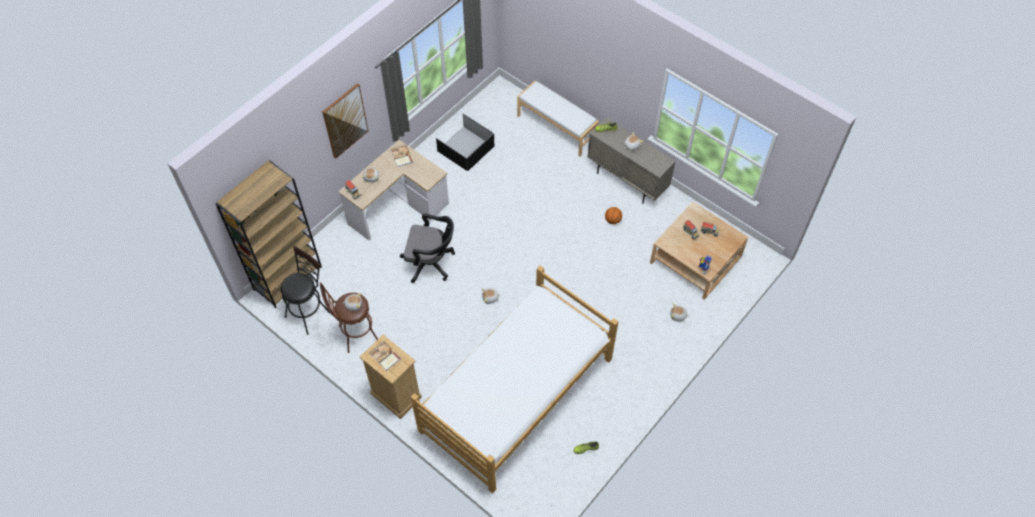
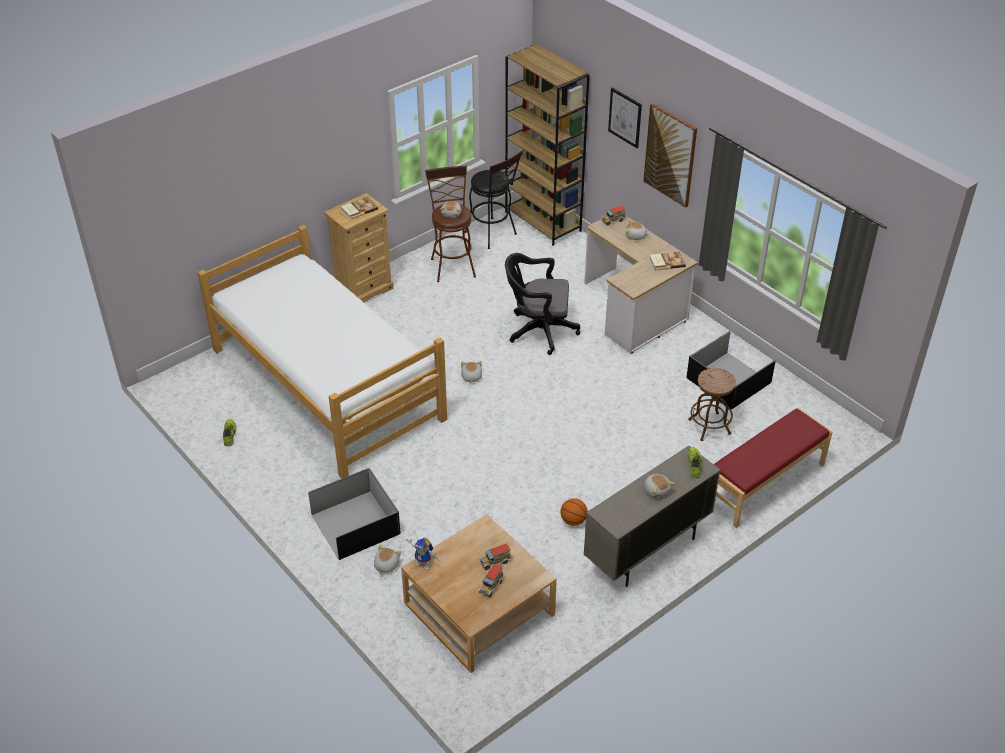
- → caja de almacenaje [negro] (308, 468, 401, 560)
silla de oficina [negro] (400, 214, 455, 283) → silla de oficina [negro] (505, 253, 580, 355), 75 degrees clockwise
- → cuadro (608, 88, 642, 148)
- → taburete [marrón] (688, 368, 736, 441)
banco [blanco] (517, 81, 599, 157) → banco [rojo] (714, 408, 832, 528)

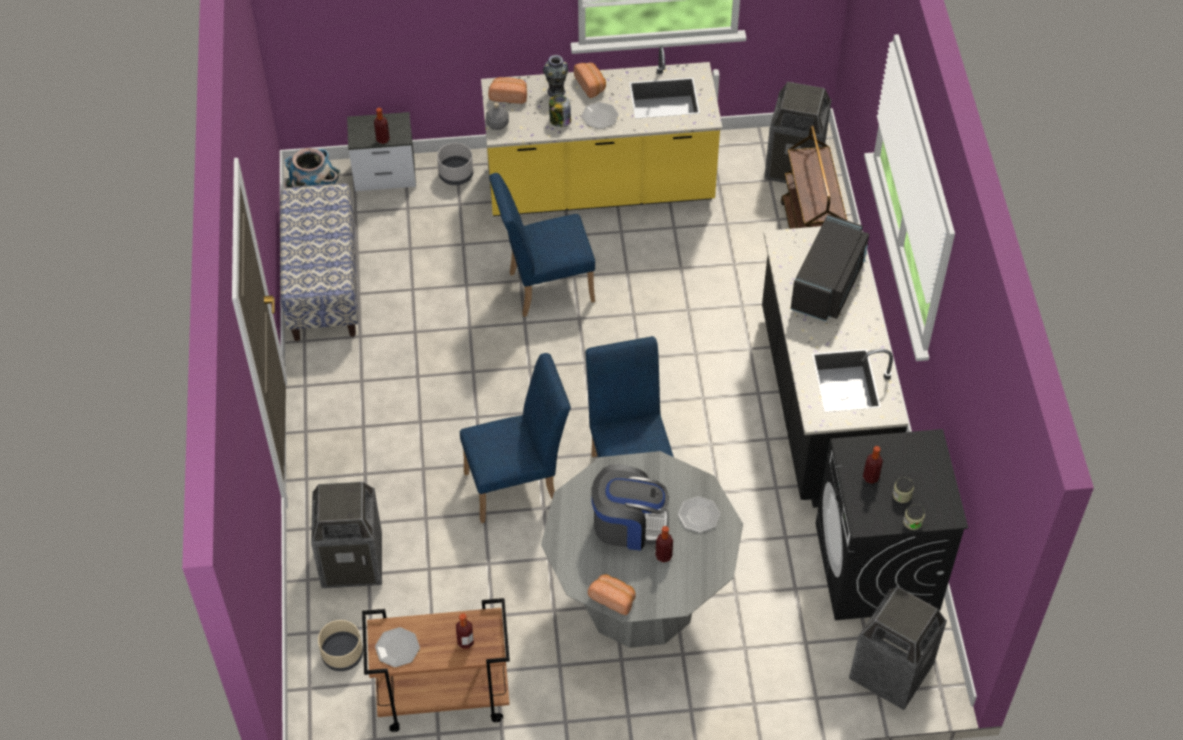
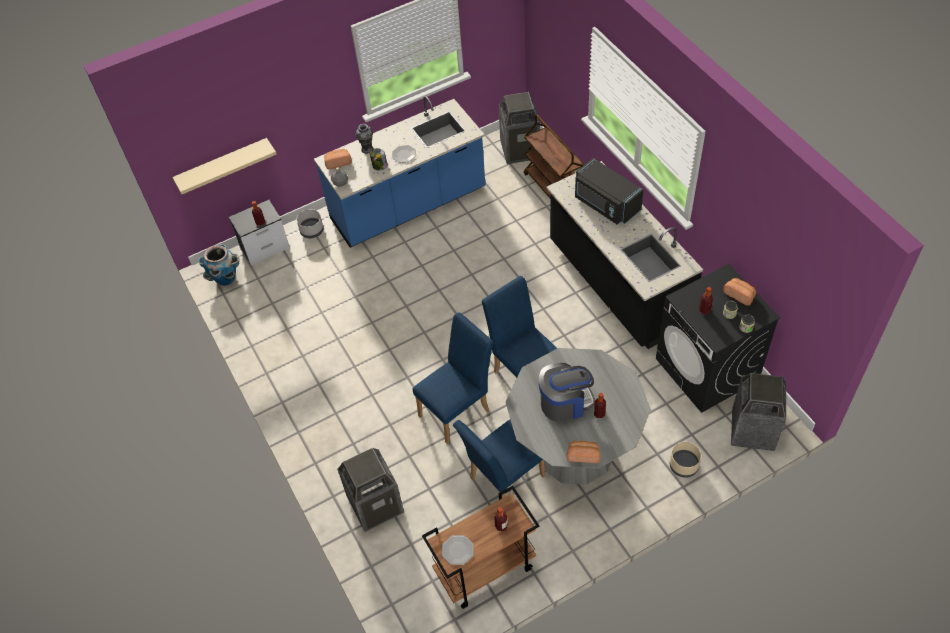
- → estante [beis] (172, 138, 277, 194)
mueble bajo de cocina [amarillo] (481, 46, 722, 216) → mueble bajo de cocina [azul] (314, 96, 485, 248)
silla [azul] (489, 173, 595, 317) → silla [azul] (453, 419, 545, 498), shifted
microondas [negro] (791, 214, 869, 321) → microondas [negro] (575, 158, 644, 224), 135 degrees clockwise
maceta [beis] (318, 620, 363, 671) → maceta [beis] (670, 442, 702, 478), shifted
pan (574, 63, 606, 98) → pan (723, 278, 756, 306), shifted
banco (280, 183, 358, 341) → -
plato (678, 496, 721, 533) → -

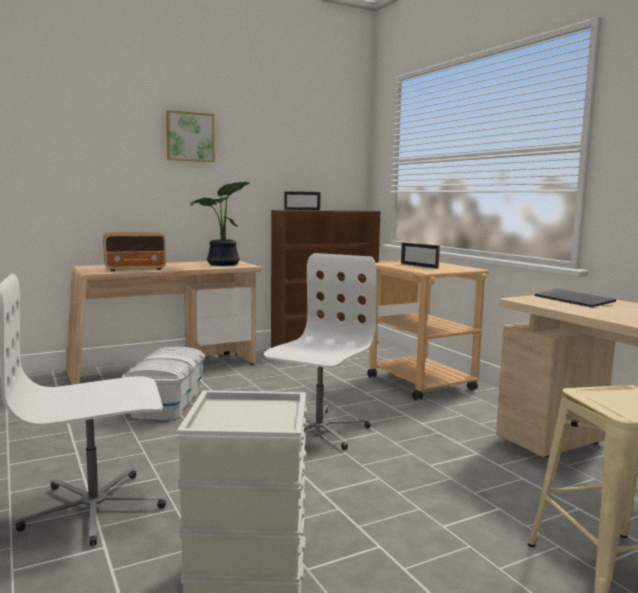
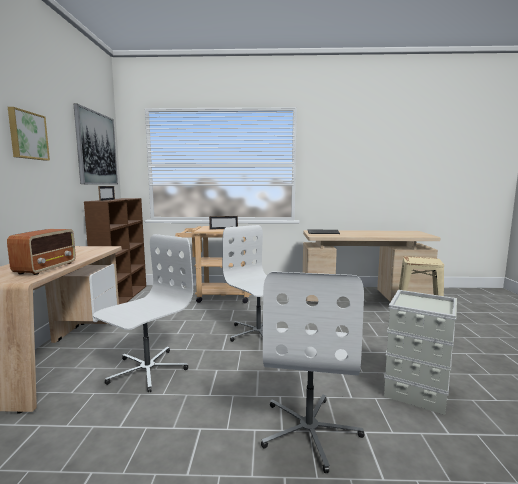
- → cuadro (74, 104, 118, 185)
caja de almacenaje [blanco] (122, 347, 205, 420) → silla de oficina [blanco] (93, 234, 193, 393)
planta en maceta (190, 182, 250, 266) → -

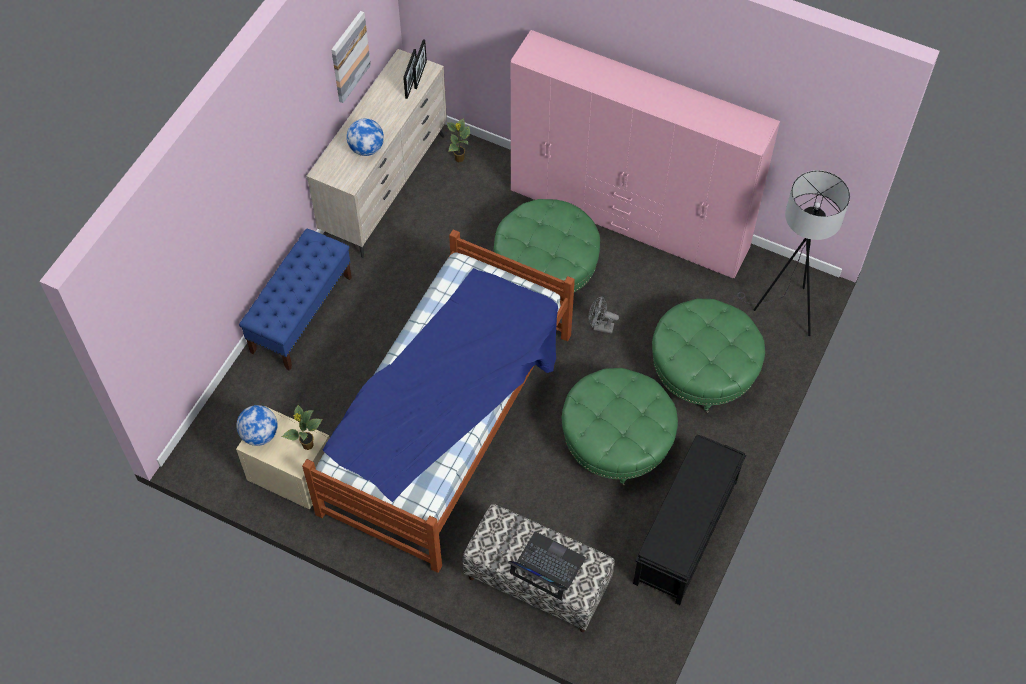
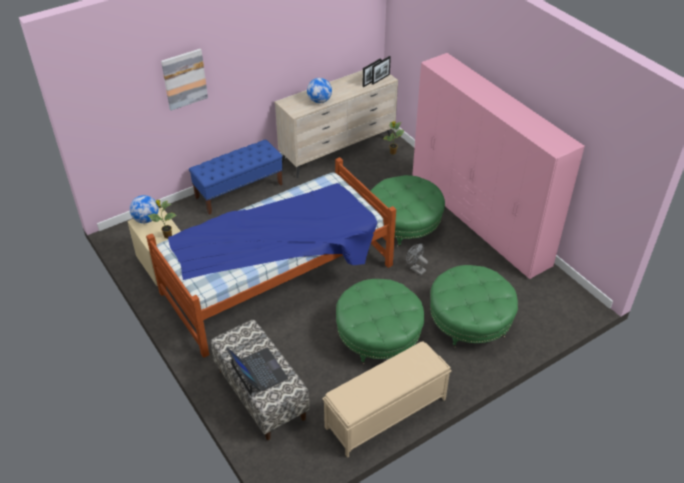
cuadro (331, 11, 371, 103) → cuadro (161, 49, 208, 111), shifted
banco [negro] (633, 435, 746, 605) → banco [beis] (322, 341, 452, 458)
lámpara de pie [gris] (737, 170, 850, 336) → -

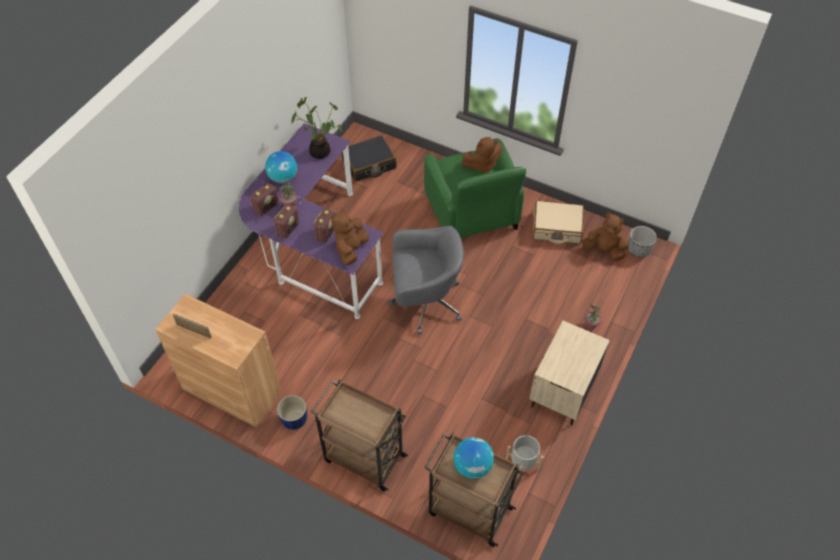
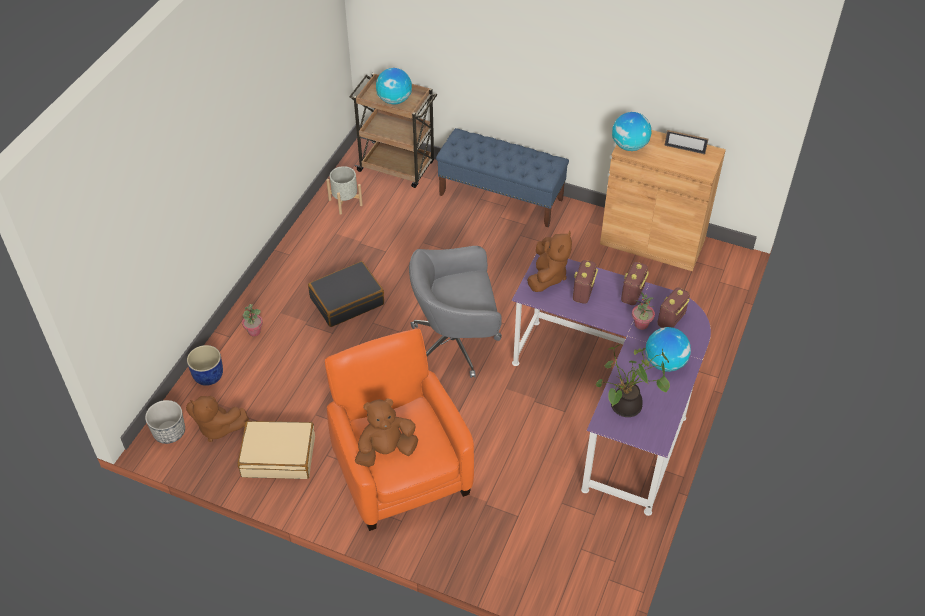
maceta [azul] (277, 395, 307, 430) → maceta [azul] (187, 345, 223, 386), shifted
maleta [negro] (342, 135, 397, 182) → maleta [negro] (308, 261, 384, 327), shifted
sillón [verde] (424, 138, 526, 238) → sillón [naranja] (325, 329, 474, 531)
carrito [marrón] (311, 379, 408, 492) → banco [azul] (436, 128, 569, 227)
- → globo terráqueo (612, 112, 651, 151)
mesita de noche [beis] (529, 321, 610, 425) → -

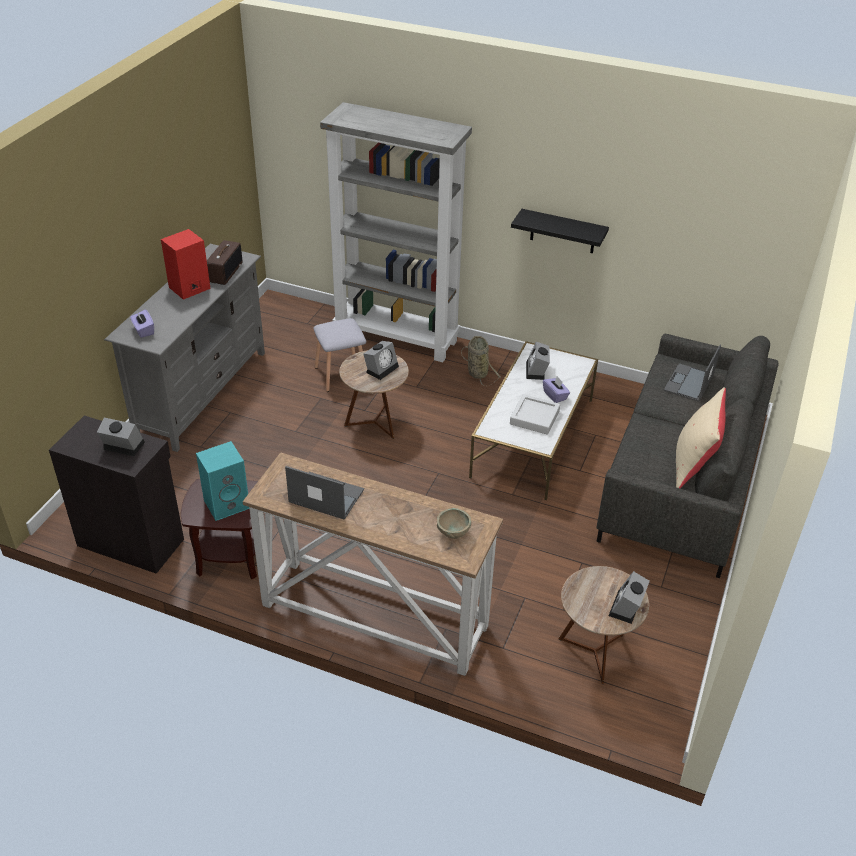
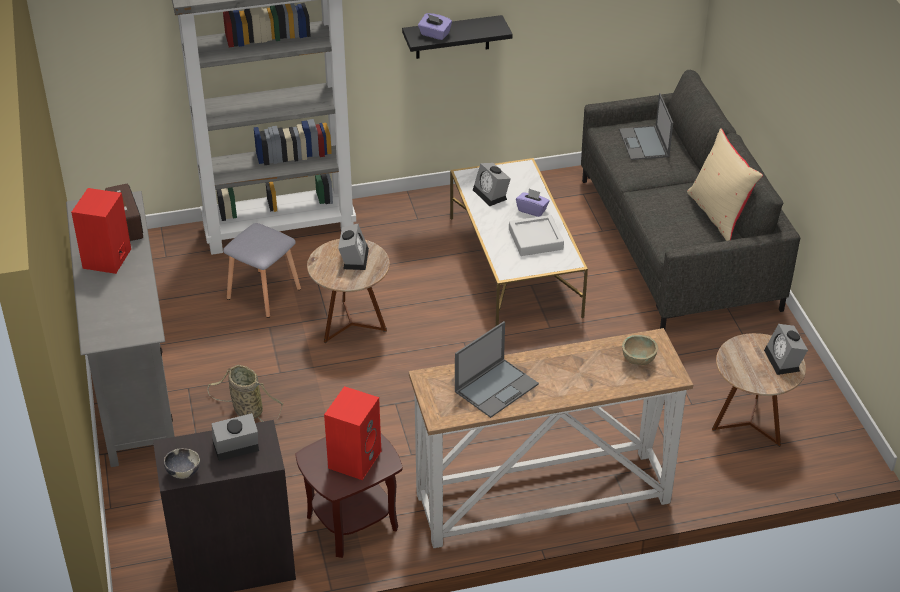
- → cuenco (164, 448, 200, 479)
cesta (461, 336, 501, 386) → cesta (207, 365, 283, 422), shifted
altavoz [turquesa] (196, 441, 249, 521) → altavoz [rojo] (324, 386, 381, 480)
caja de pañuelos [morado] (130, 310, 154, 338) → caja de pañuelos [morado] (418, 13, 452, 40), shifted
portátil (285, 466, 364, 520) → portátil (455, 321, 539, 418), 150 degrees clockwise

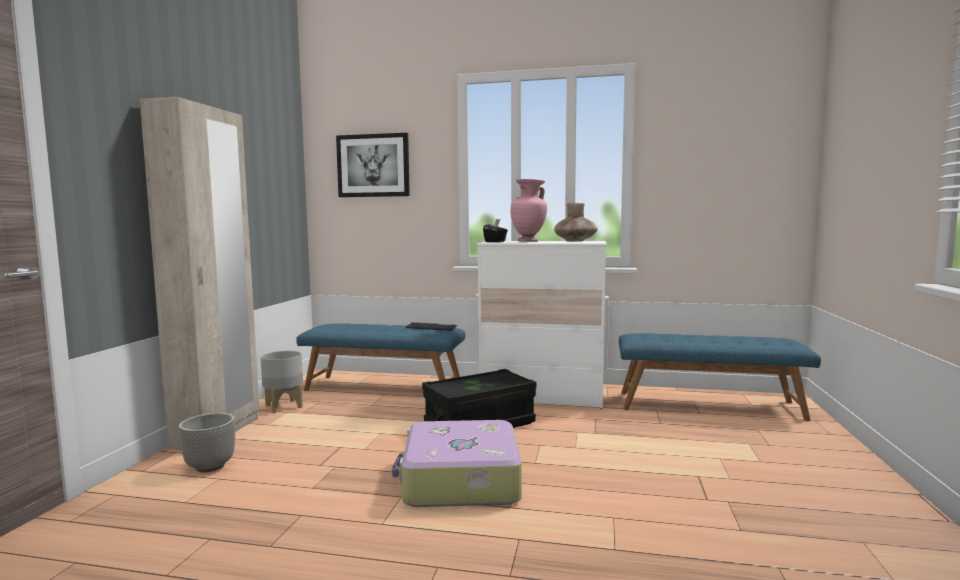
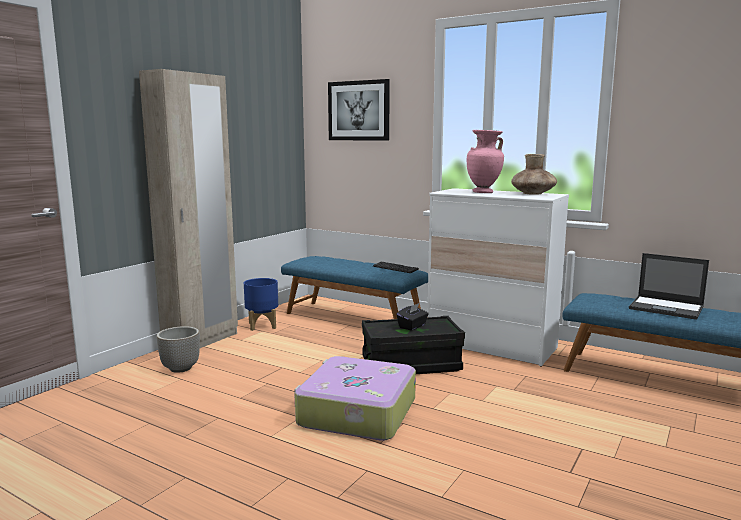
maceta [gris] (261, 350, 303, 413) → maceta [azul] (244, 278, 278, 331)
caja de pañuelos [negro] (483, 219, 508, 242) → caja de pañuelos [negro] (397, 303, 428, 331), shifted
- → portátil (629, 253, 709, 320)

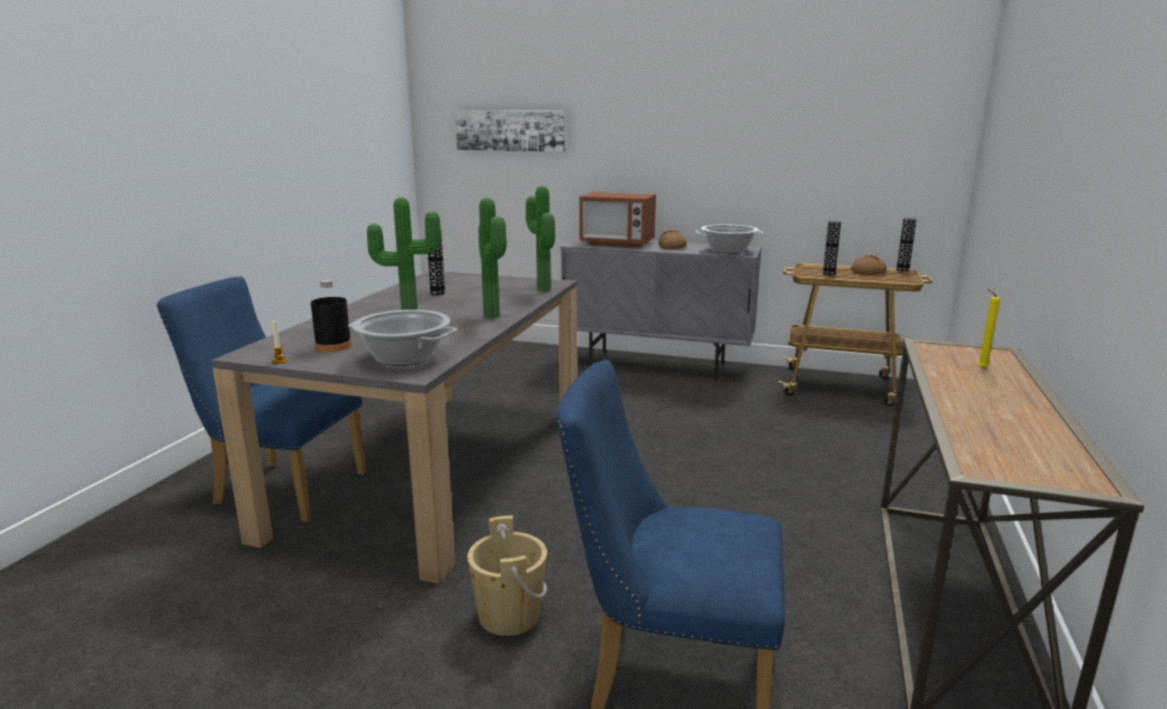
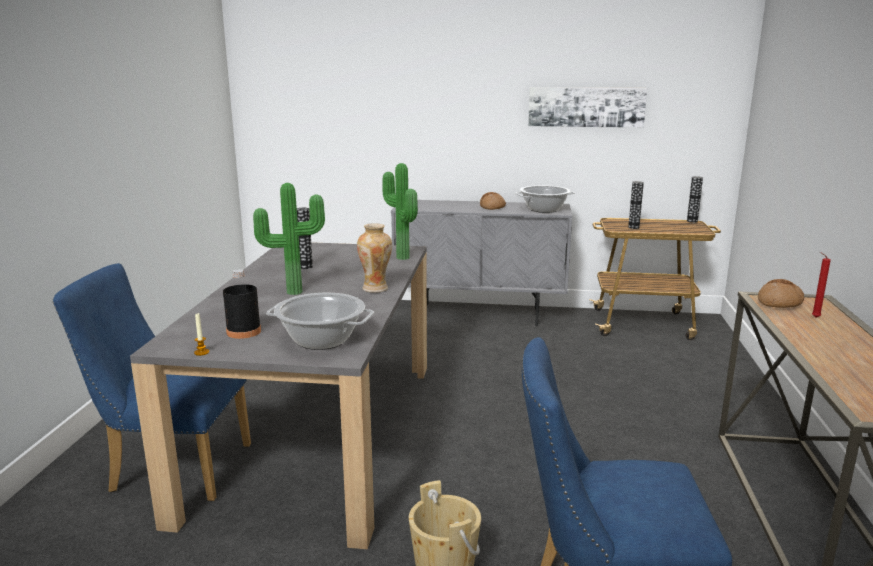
planta en maceta (479, 198, 507, 318) → florero (357, 223, 392, 293)
cuadro (455, 110, 565, 152) → cuadro (528, 87, 647, 128), shifted
pan (851, 255, 887, 274) → pan (758, 279, 804, 308), shifted
vela [amarillo] (978, 289, 1000, 369) → vela [rojo] (812, 252, 831, 318)
microondas (579, 192, 656, 247) → -

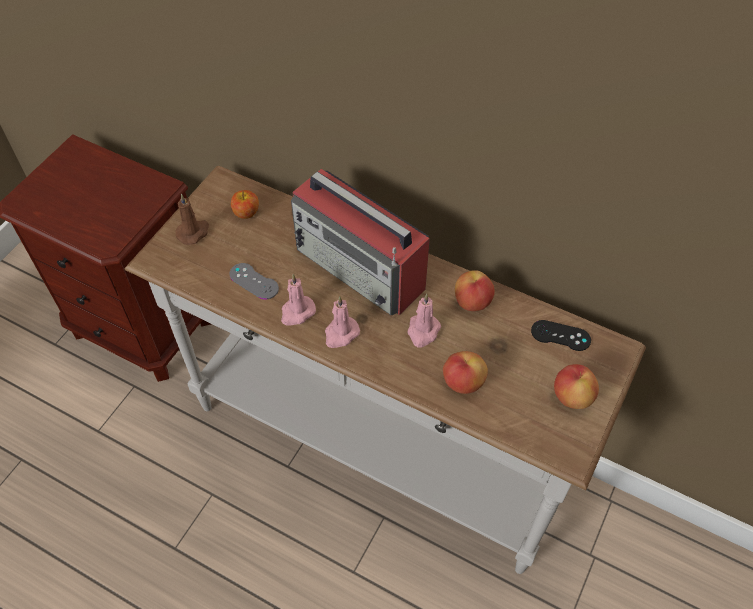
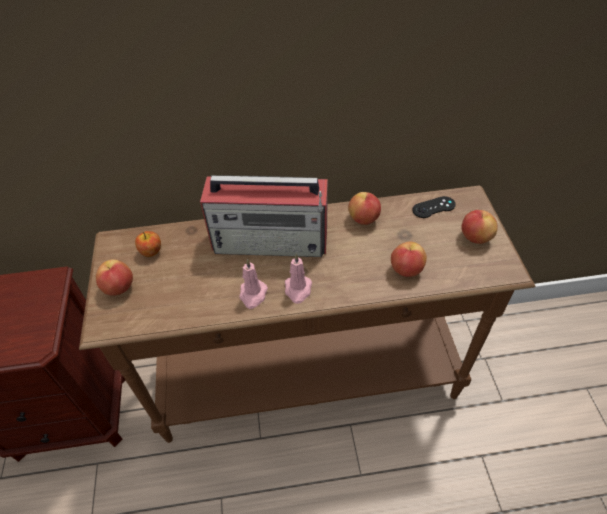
mesa consola [blanco] (124, 166, 646, 574) → mesa consola [marrón] (79, 185, 535, 443)
vela [marrón] (175, 193, 209, 245) → manzana (96, 259, 133, 296)
mando de consola [gris] (229, 263, 279, 299) → -
vela [rosa] (408, 294, 441, 348) → -

